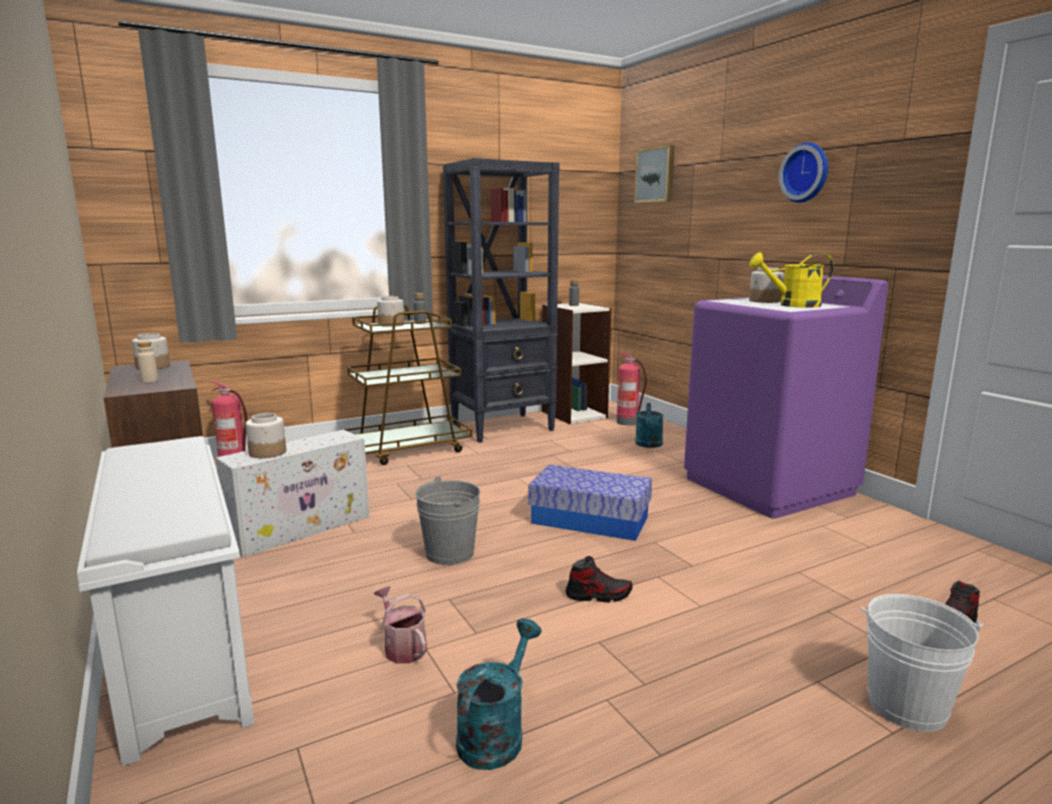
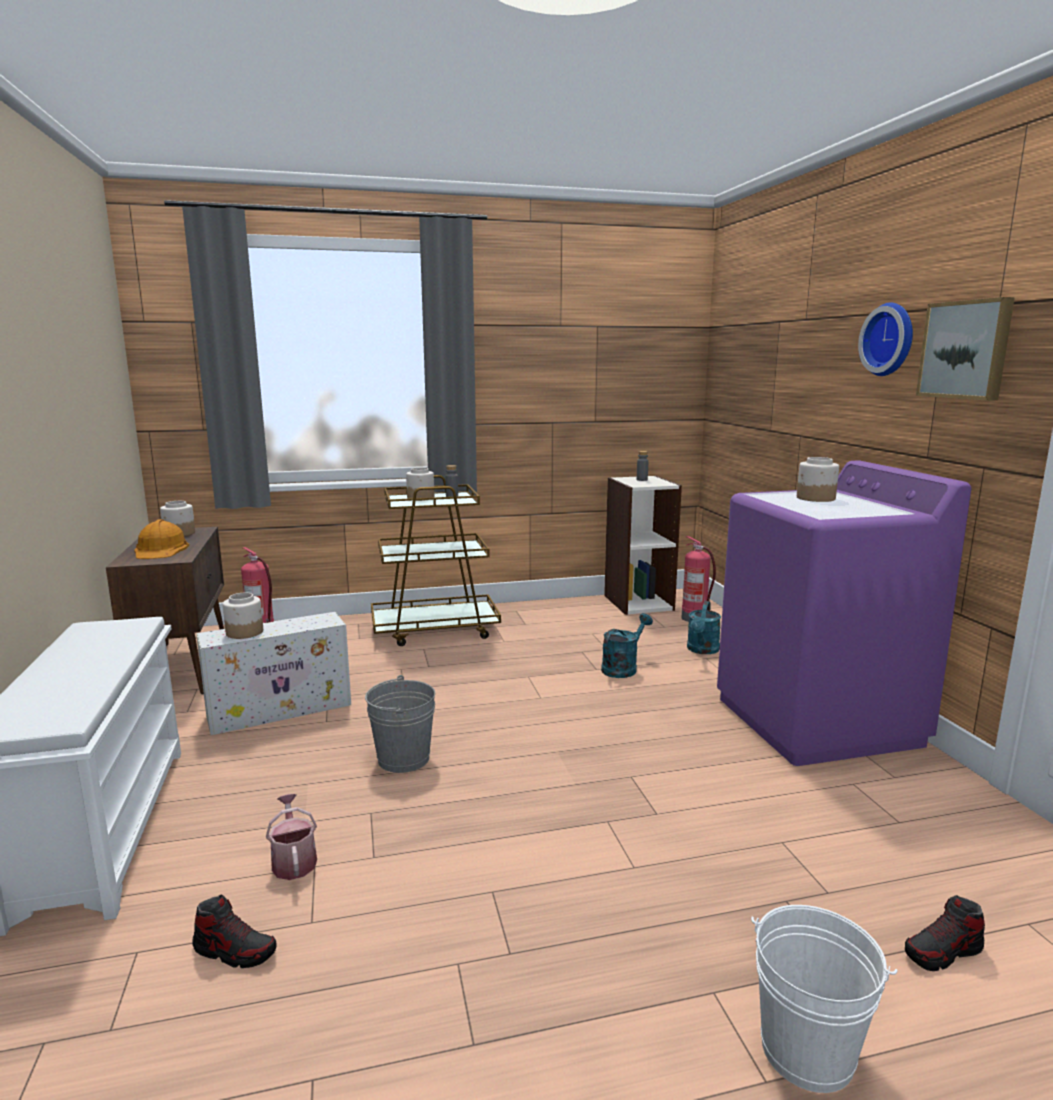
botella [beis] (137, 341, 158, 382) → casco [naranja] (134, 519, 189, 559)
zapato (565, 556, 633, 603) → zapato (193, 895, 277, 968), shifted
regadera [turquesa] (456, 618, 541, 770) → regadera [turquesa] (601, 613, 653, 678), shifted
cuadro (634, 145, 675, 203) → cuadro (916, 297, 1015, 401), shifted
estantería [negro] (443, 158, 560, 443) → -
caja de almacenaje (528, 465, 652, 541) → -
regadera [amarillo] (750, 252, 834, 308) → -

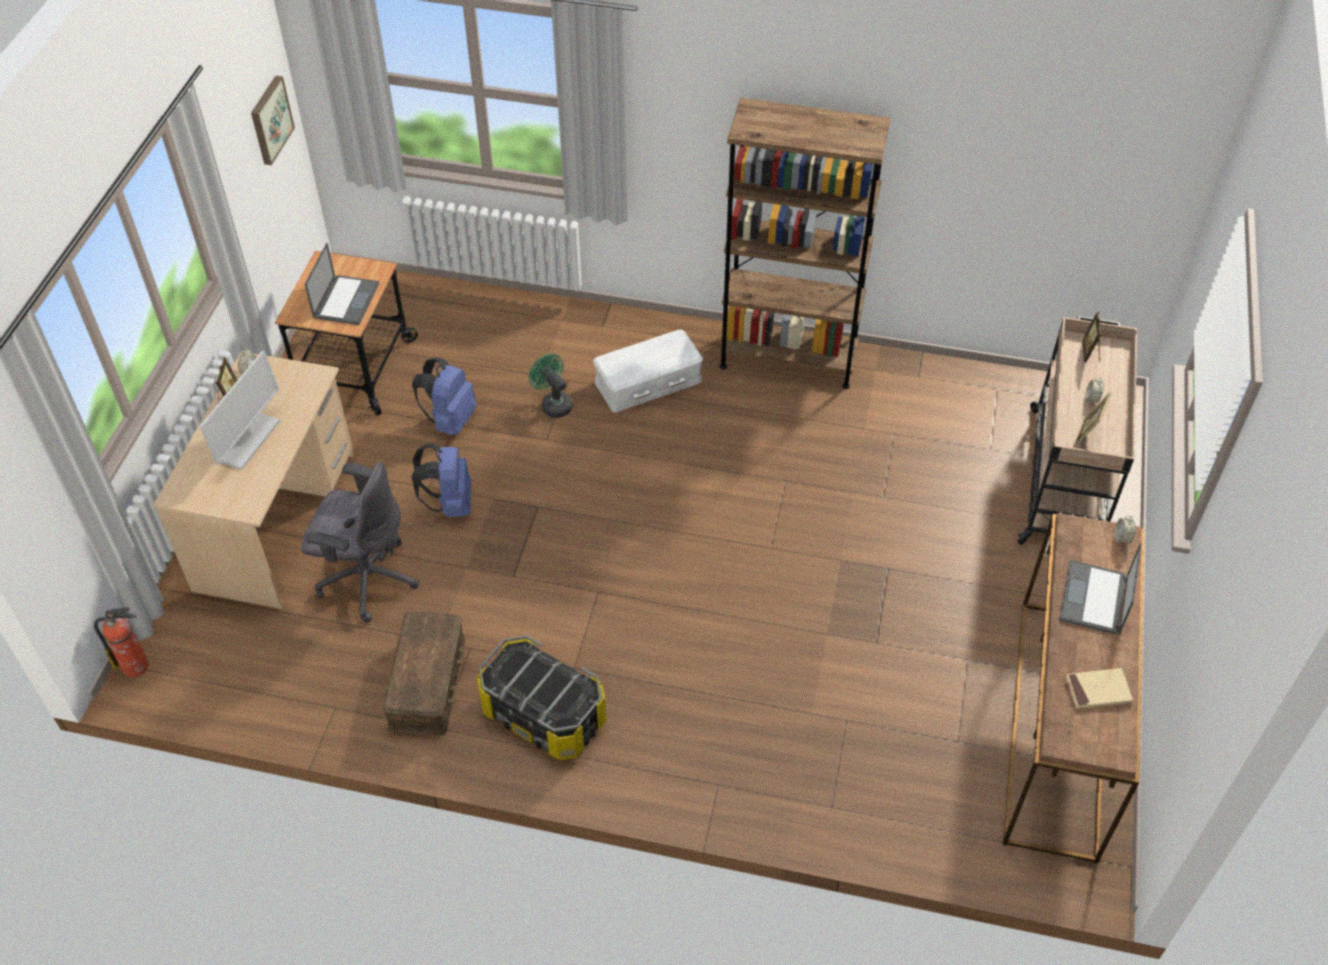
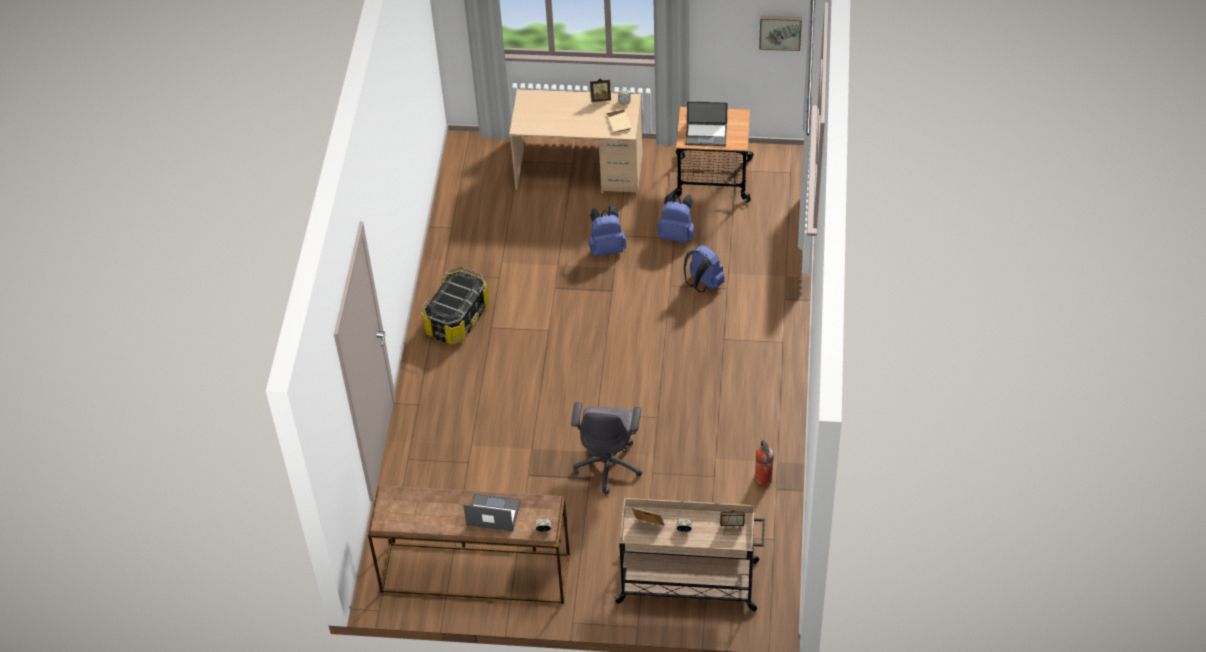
silla de oficina [gris] (301, 462, 419, 622) → silla de oficina [gris] (571, 402, 643, 494), shifted
libro [beis] (1066, 668, 1133, 709) → libro [beis] (606, 109, 632, 134), shifted
ventilador [verde] (529, 354, 573, 418) → mochila [azul] (684, 245, 724, 293)
extintor (94, 607, 149, 677) → extintor (755, 440, 774, 487), shifted
monitor (199, 350, 280, 470) → -
caja de almacenaje [marrón] (383, 612, 465, 736) → -
caja de almacenaje [blanco] (593, 330, 703, 412) → -
estantería [marrón] (719, 98, 891, 389) → -

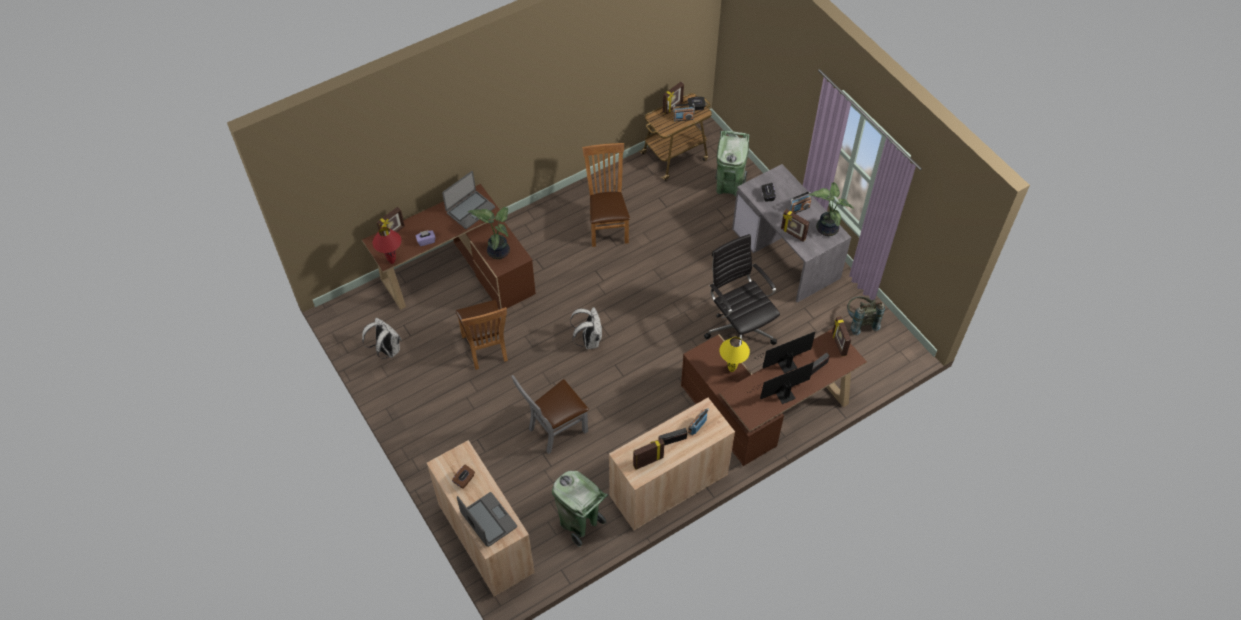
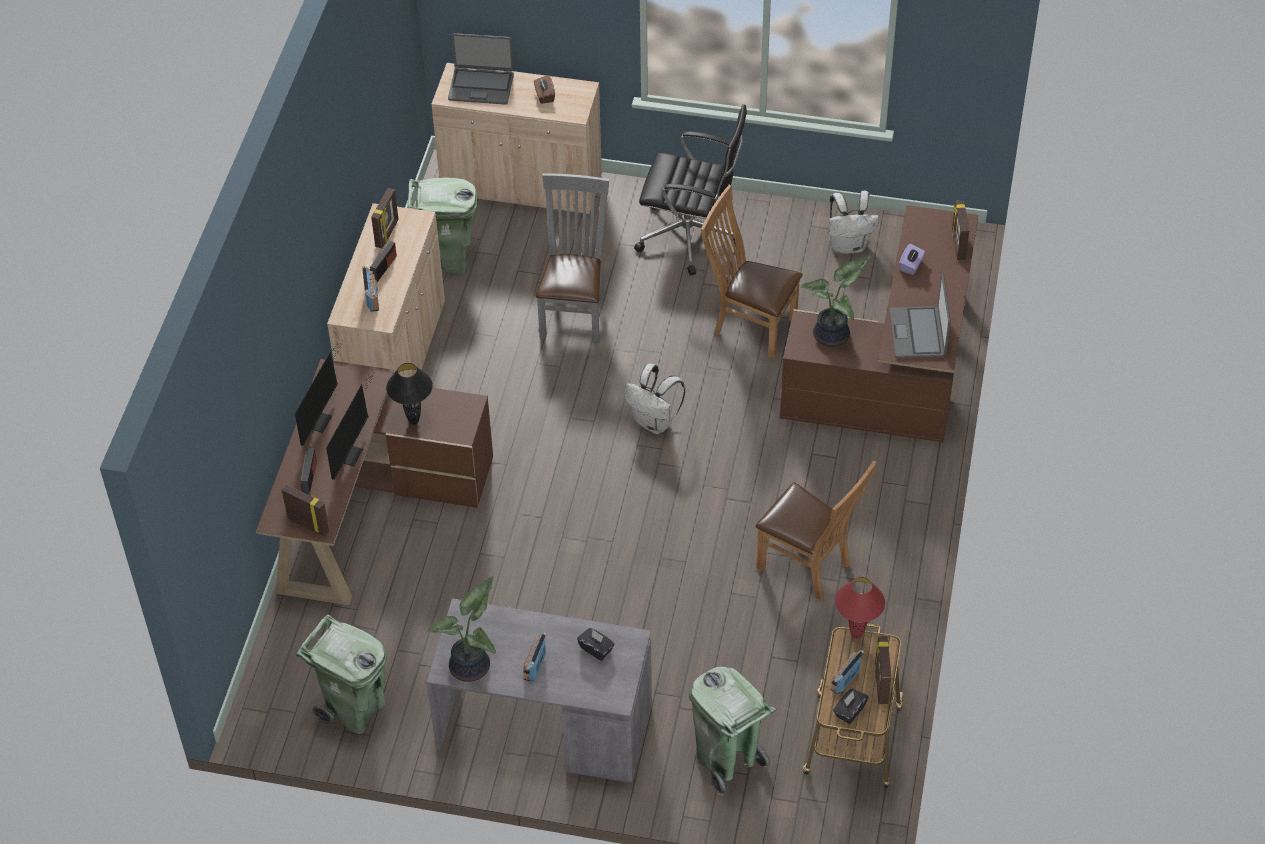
mochila [gris] (847, 296, 885, 335) → papelera [verde] (296, 614, 387, 734)
lámpara de mesa [amarillo] (720, 337, 750, 372) → lámpara de mesa [negro] (386, 363, 433, 425)
silla de oficina [negro] (704, 234, 780, 346) → silla de oficina [negro] (634, 104, 747, 275), shifted
lámpara de mesa [rojo] (373, 227, 401, 264) → lámpara de mesa [rojo] (835, 577, 885, 639), shifted
portarretratos (781, 209, 809, 242) → -

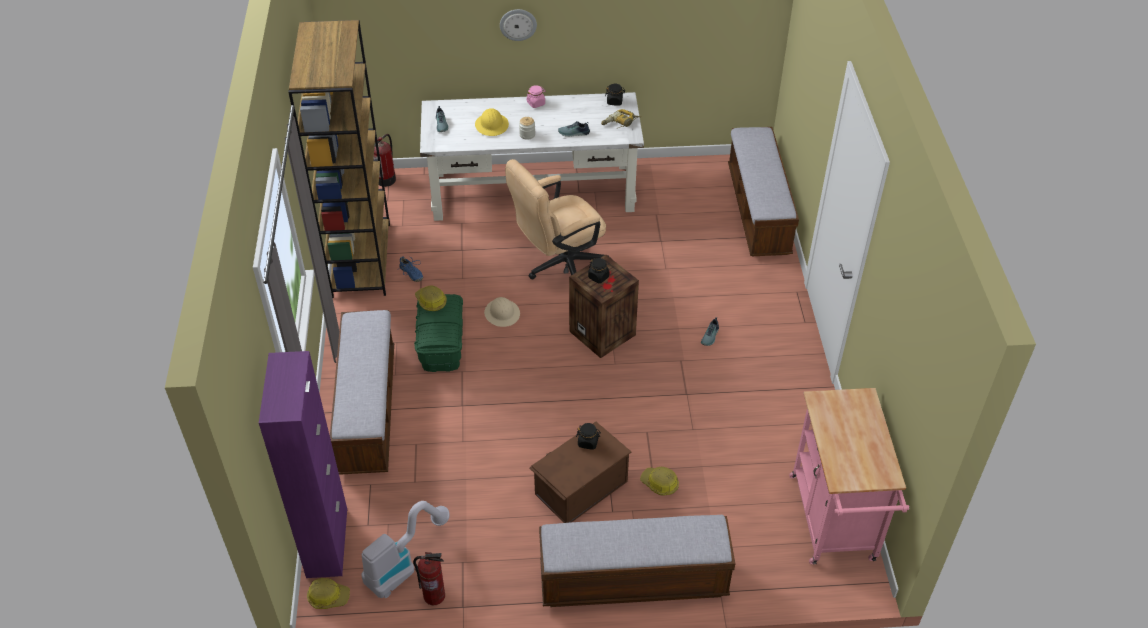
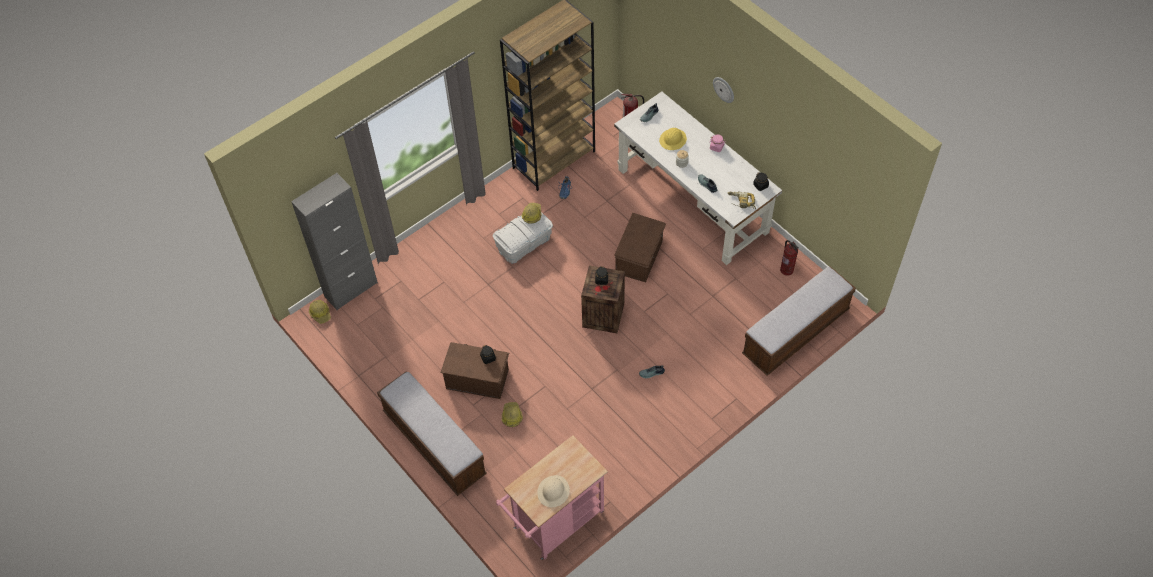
armario [morado] (259, 351, 347, 578) → armario [gris] (291, 173, 378, 310)
caja de almacenaje [verde] (414, 294, 463, 372) → caja de almacenaje [blanco] (493, 212, 553, 264)
casco [beis] (484, 297, 520, 327) → casco [beis] (537, 475, 570, 508), shifted
silla de oficina [beis] (505, 159, 612, 280) → caja de almacenaje [marrón] (614, 213, 666, 282)
extintor (413, 552, 445, 605) → extintor (780, 240, 799, 276), shifted
banco (330, 310, 394, 475) → -
aspiradora (361, 501, 450, 598) → -

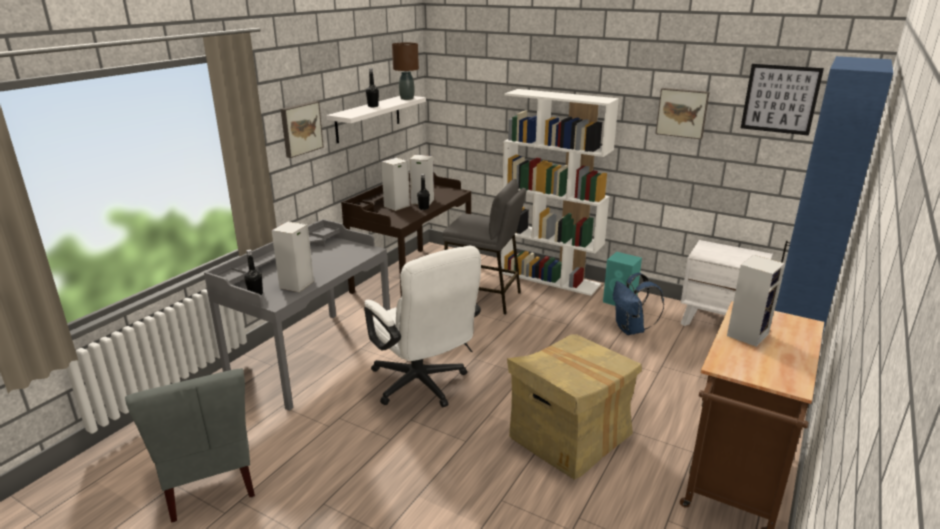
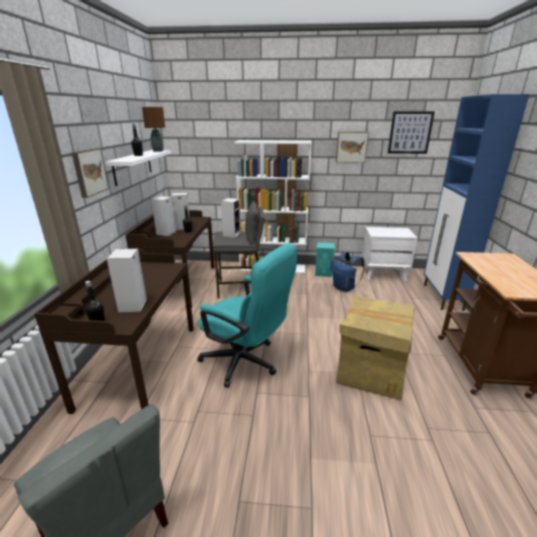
escritorio [gris] (204, 219, 390, 411) → escritorio [marrón] (34, 249, 194, 414)
silla de oficina [blanco] (364, 246, 481, 407) → silla de oficina [turquesa] (197, 243, 297, 388)
altavoz (727, 255, 785, 347) → altavoz (221, 198, 241, 238), shifted

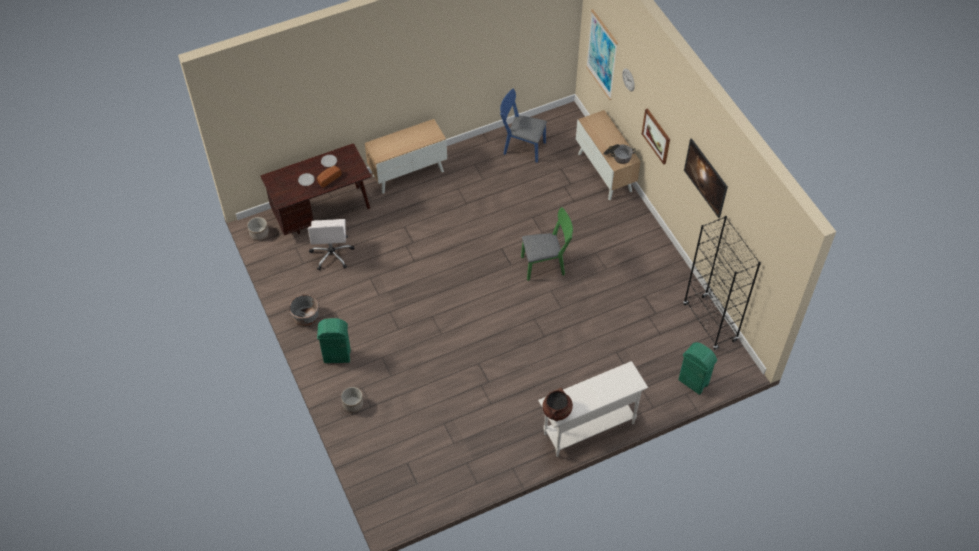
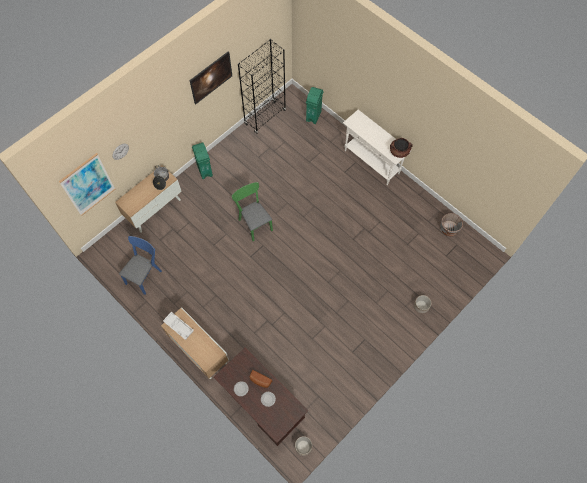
silla [azul] (500, 89, 547, 163) → silla [azul] (119, 236, 162, 295), 150 degrees counterclockwise
- → bandeja [blanco] (163, 312, 193, 340)
papelera [verde] (317, 318, 351, 363) → papelera [verde] (192, 142, 213, 179), shifted
maceta [gris] (289, 295, 319, 326) → maceta [gris] (440, 213, 463, 236), shifted
silla de oficina [blanco] (308, 219, 355, 270) → -
cuadro (642, 108, 670, 165) → -

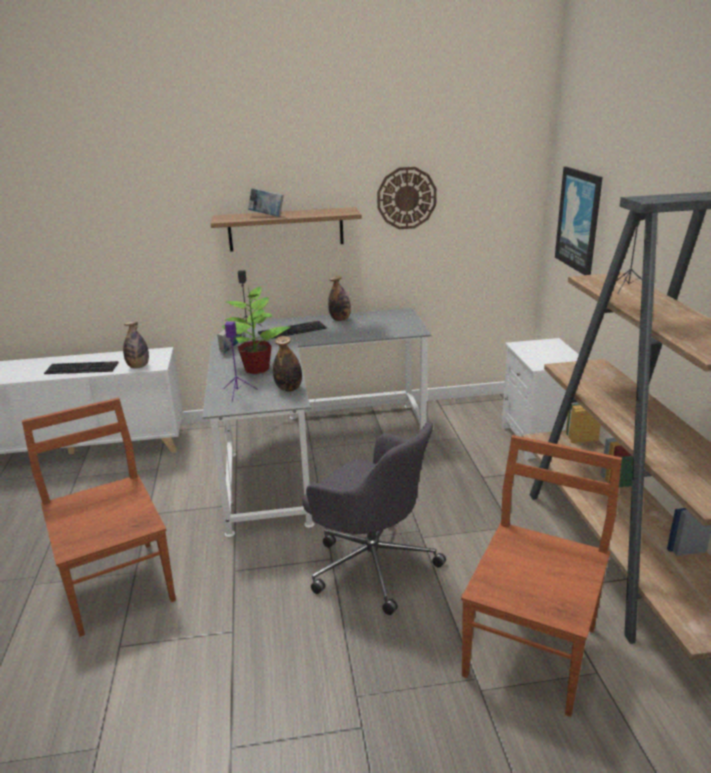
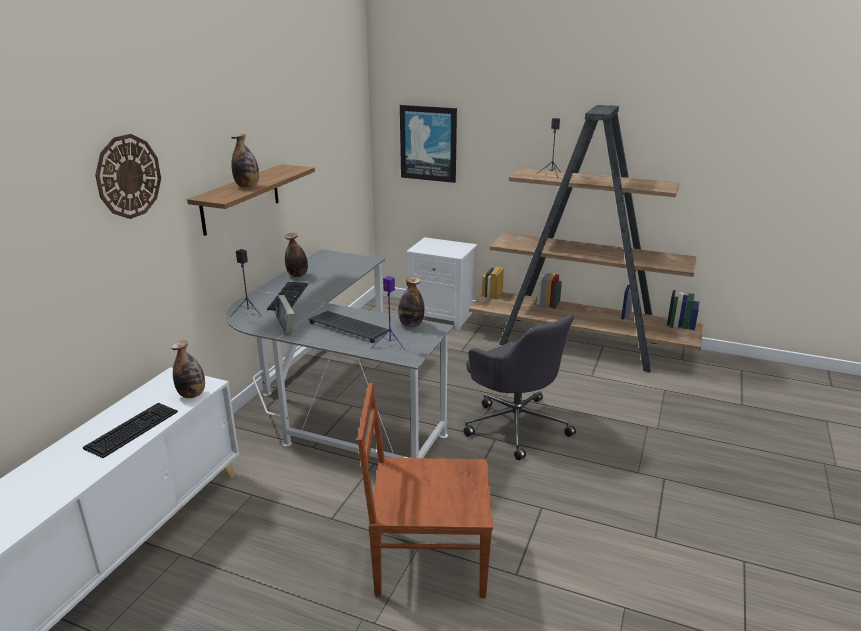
reloj de pared (377, 167, 437, 229) → reloj de pared (95, 134, 161, 219), shifted
libro (248, 188, 284, 217) → botella (231, 134, 259, 187)
planta en maceta (222, 286, 291, 374) → teclado (309, 311, 389, 343)
silla de oficina [gris] (302, 422, 446, 615) → silla de oficina [gris] (464, 314, 576, 460), 75 degrees clockwise
silla [marrón] (461, 435, 622, 717) → -

